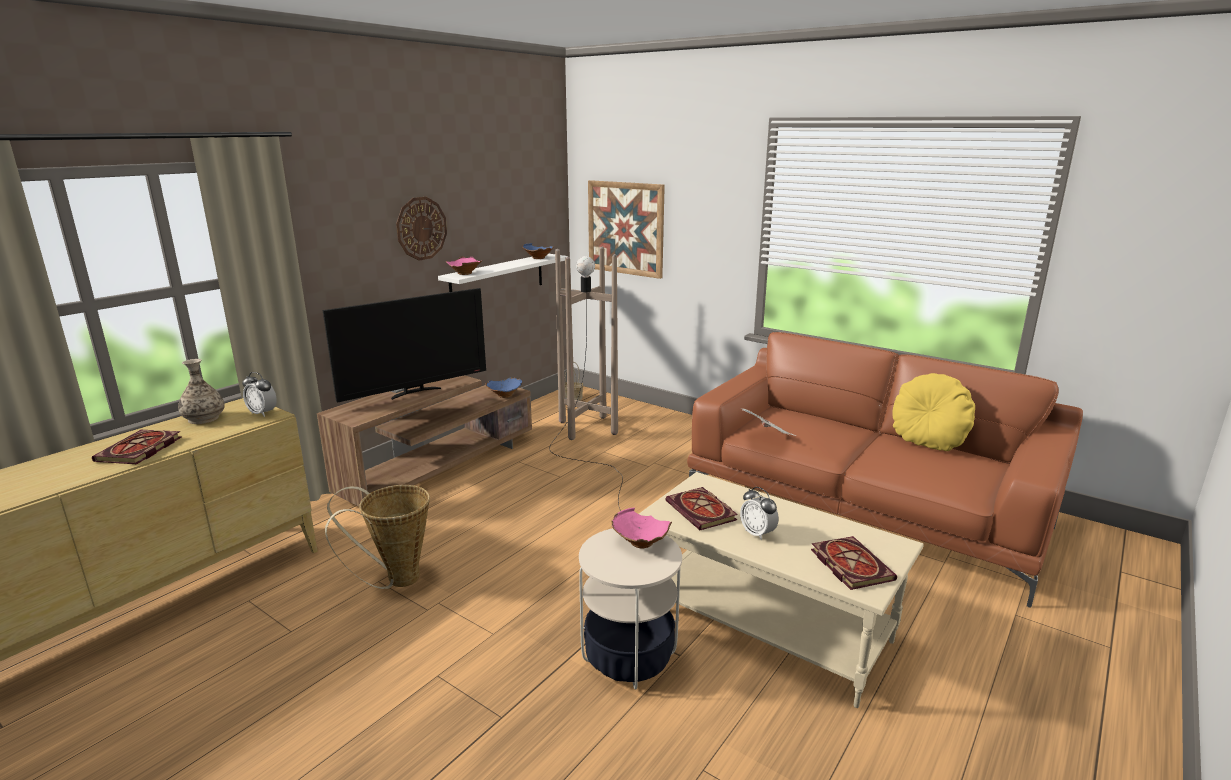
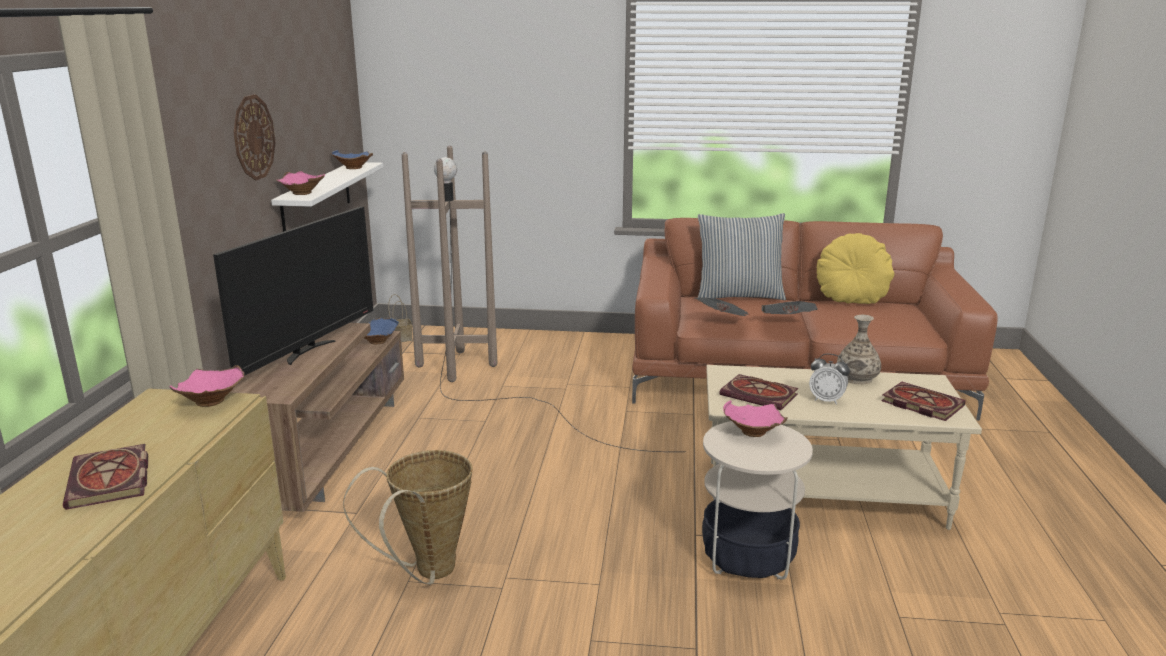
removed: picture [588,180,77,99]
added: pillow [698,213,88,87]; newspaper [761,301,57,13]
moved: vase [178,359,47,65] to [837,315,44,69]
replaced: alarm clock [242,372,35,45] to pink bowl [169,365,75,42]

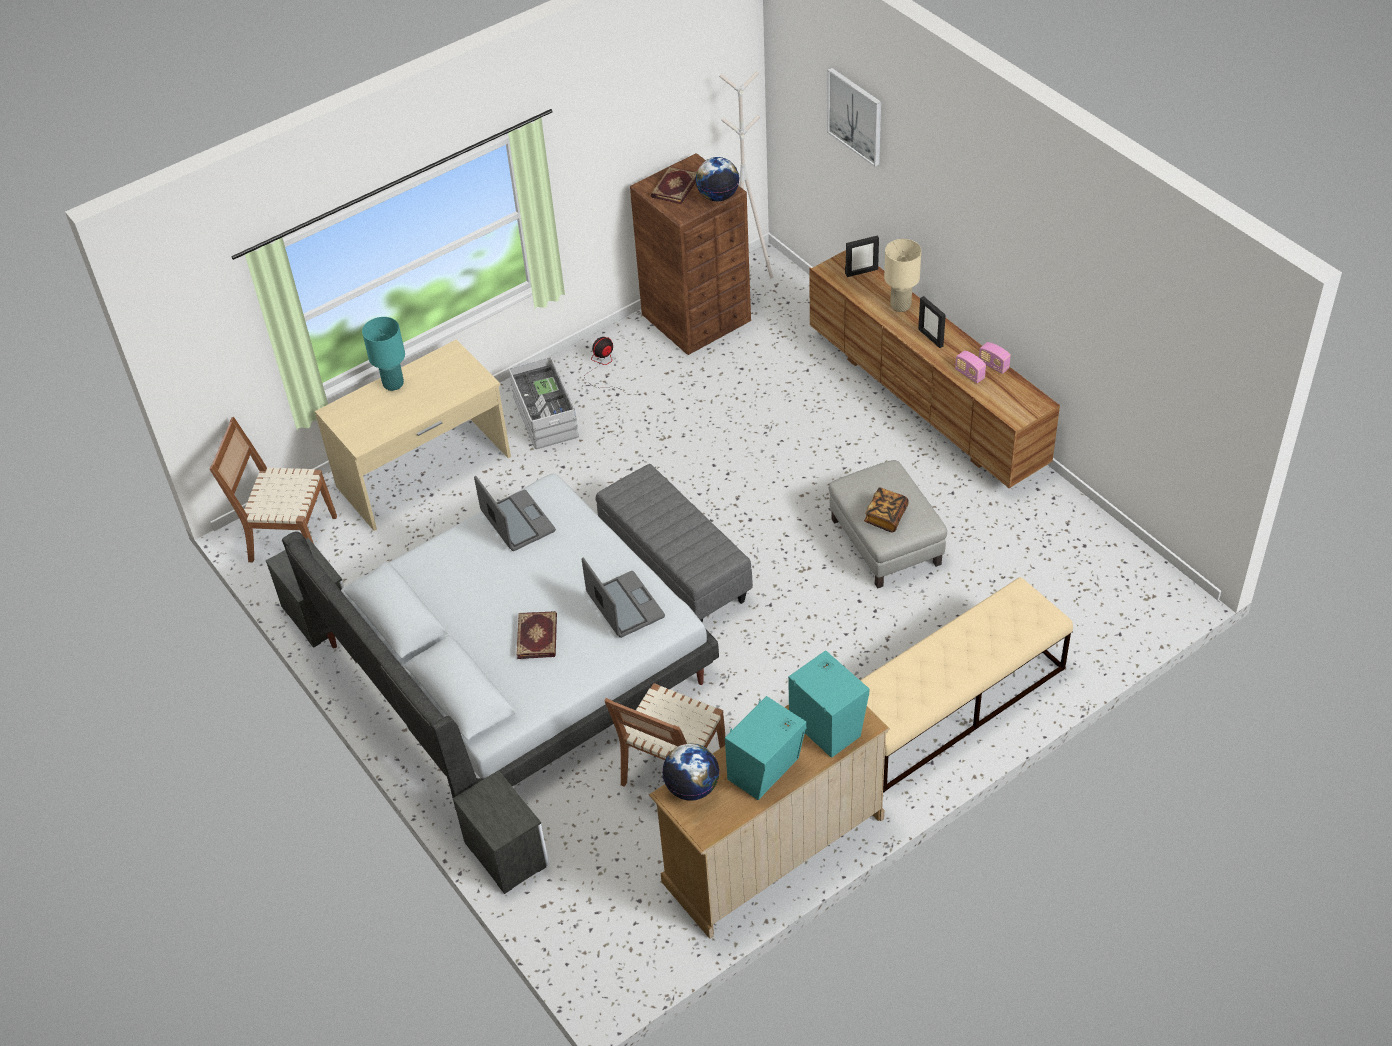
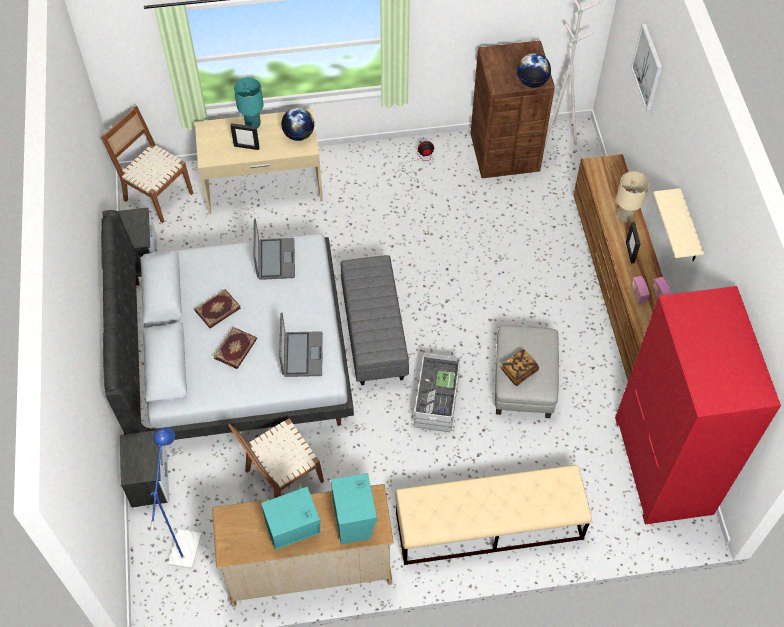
added: blue floor lamp [150,427,52,142]; red wardrobe [615,286,166,238]; beige shelf [653,188,51,73]
moved: grey storage box [509,357,70,92] to [414,353,46,79]; book [651,167,46,37] to [194,289,47,39]; globe [662,743,57,58] to [281,107,33,34]; picture frame [845,235,34,42] to [230,123,30,27]

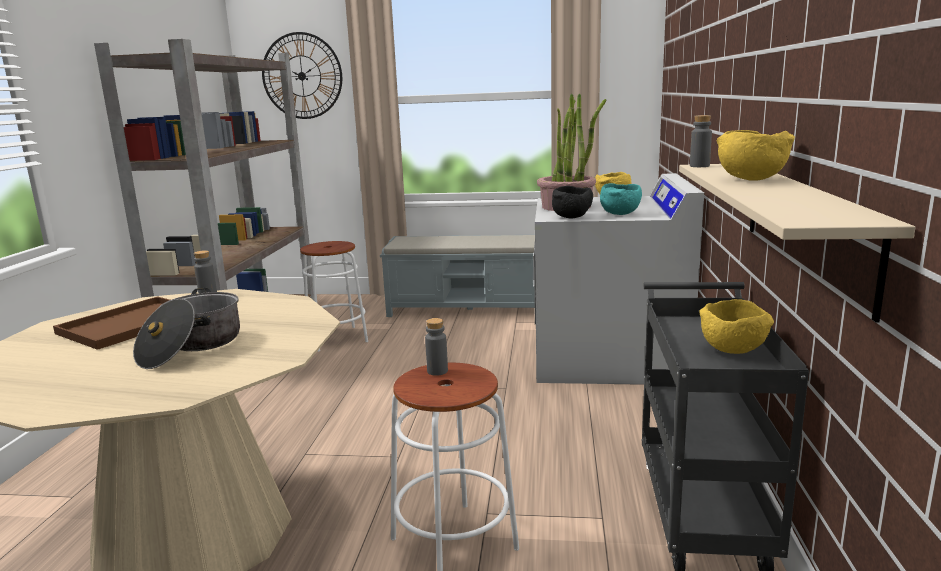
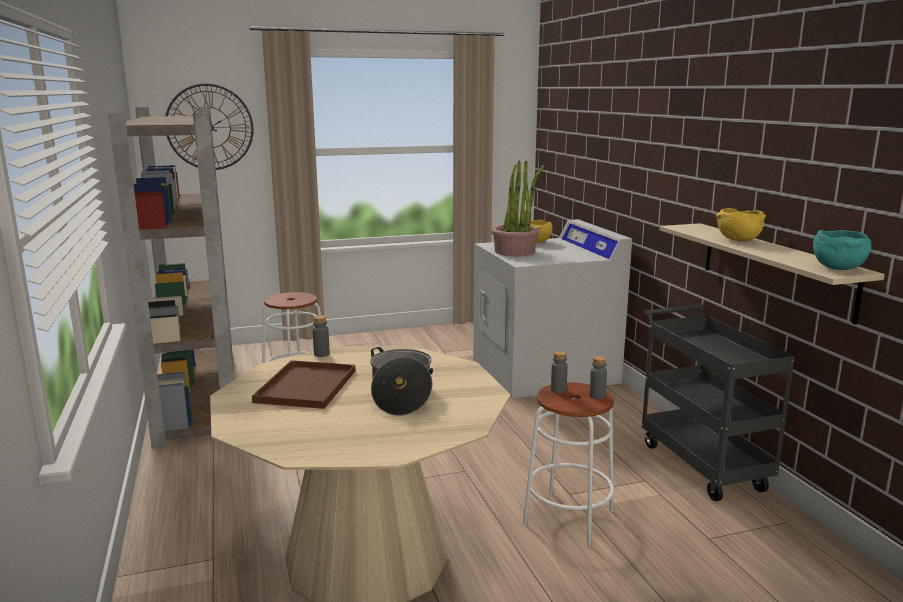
removed: grey bench [380,235,155,82]; black bowl [552,186,41,32]; yellow bowl [699,299,75,55]
moved: turquoise bowl [600,183,42,32] to [813,230,58,40]; grey bottle [690,115,22,52] to [589,356,18,43]

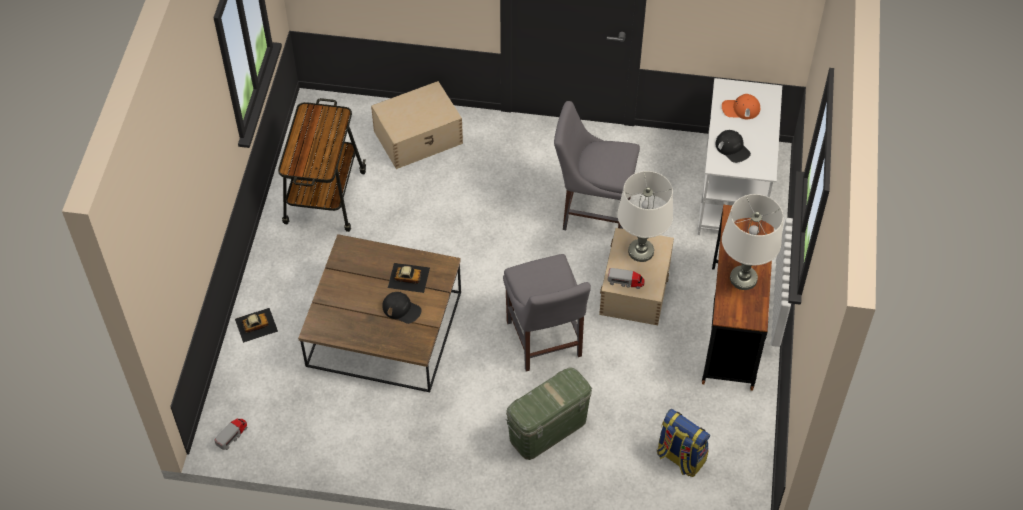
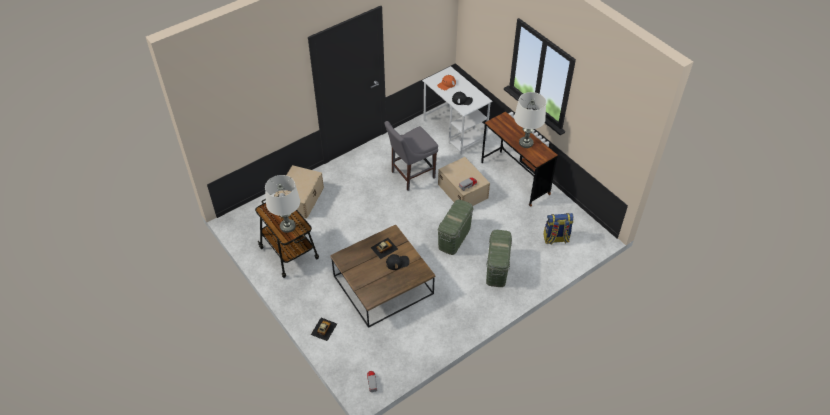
moved: white table lamp [617,171,56,91] to [265,175,35,58]
replaced: grey chair [503,254,88,117] to green storage box [438,199,36,56]

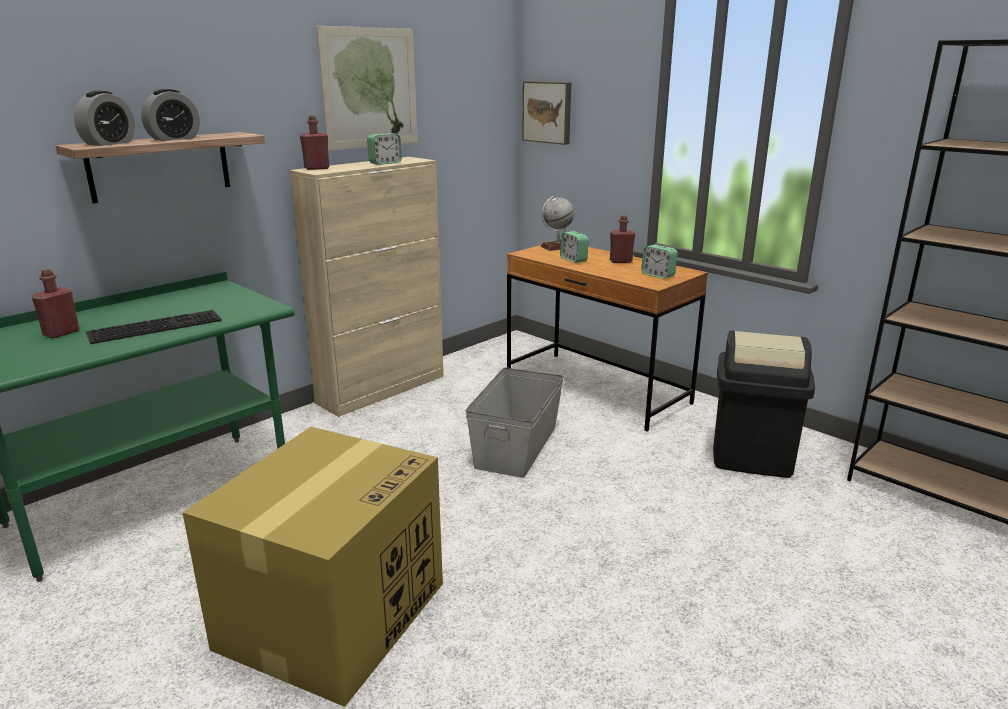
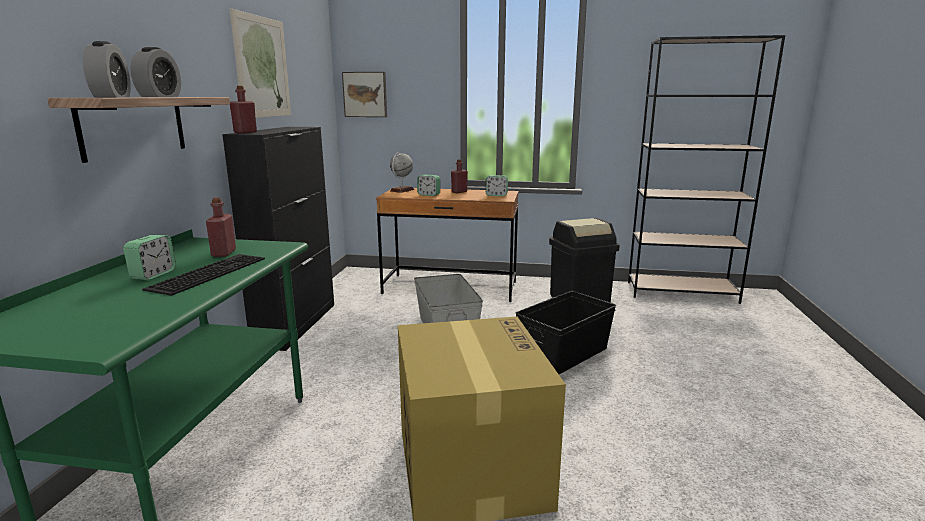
added: black storage box [515,291,101,83]
moved: red bottle [32,269,47,69] to [206,197,30,60]; alarm clock [367,133,35,32] to [123,235,53,45]
recoloured: beige cabinet [289,157,155,260] to black cabinet [222,127,112,224]

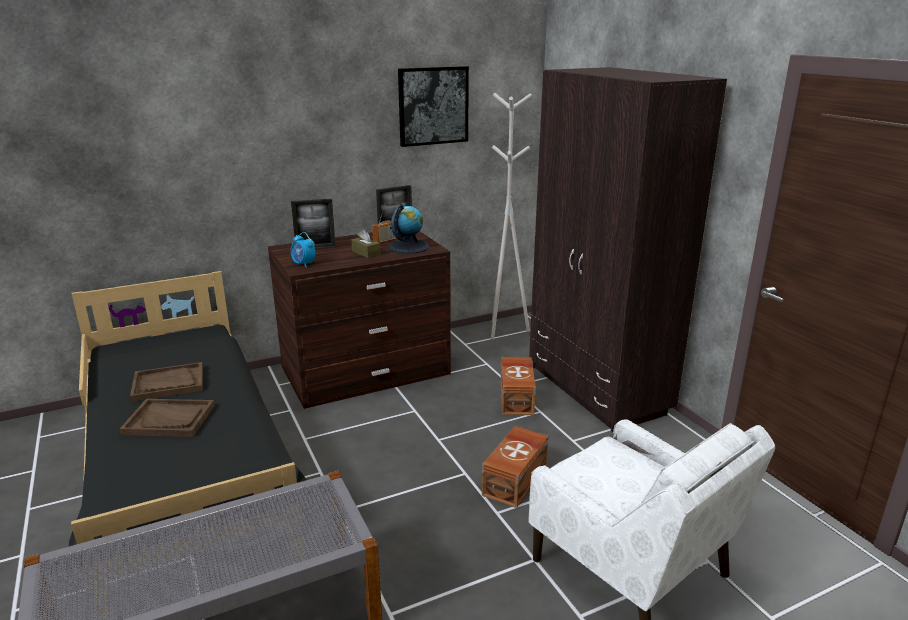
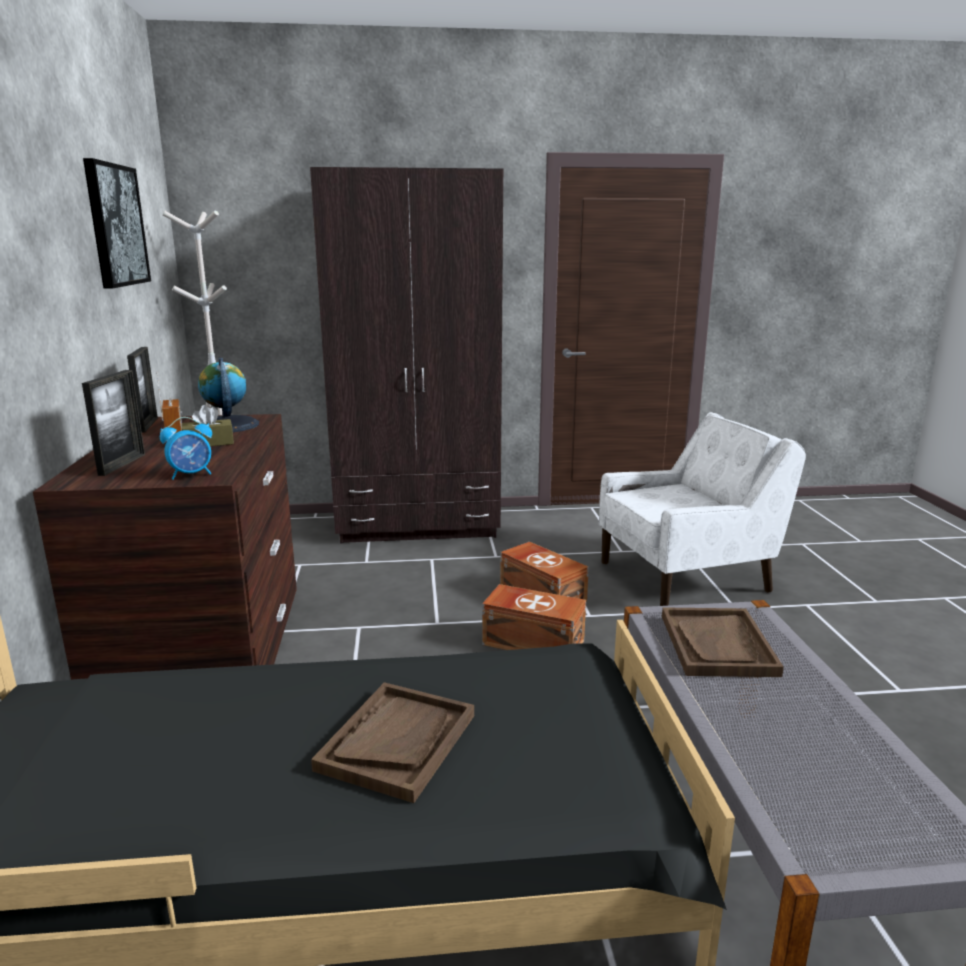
moved: brown tray [130,362,73,40] to [662,607,122,70]; brown storage box [501,357,35,58] to [482,584,104,66]

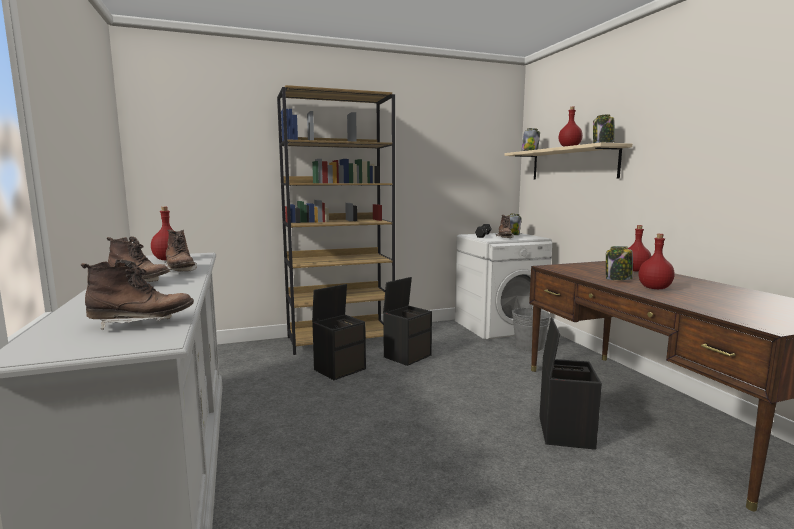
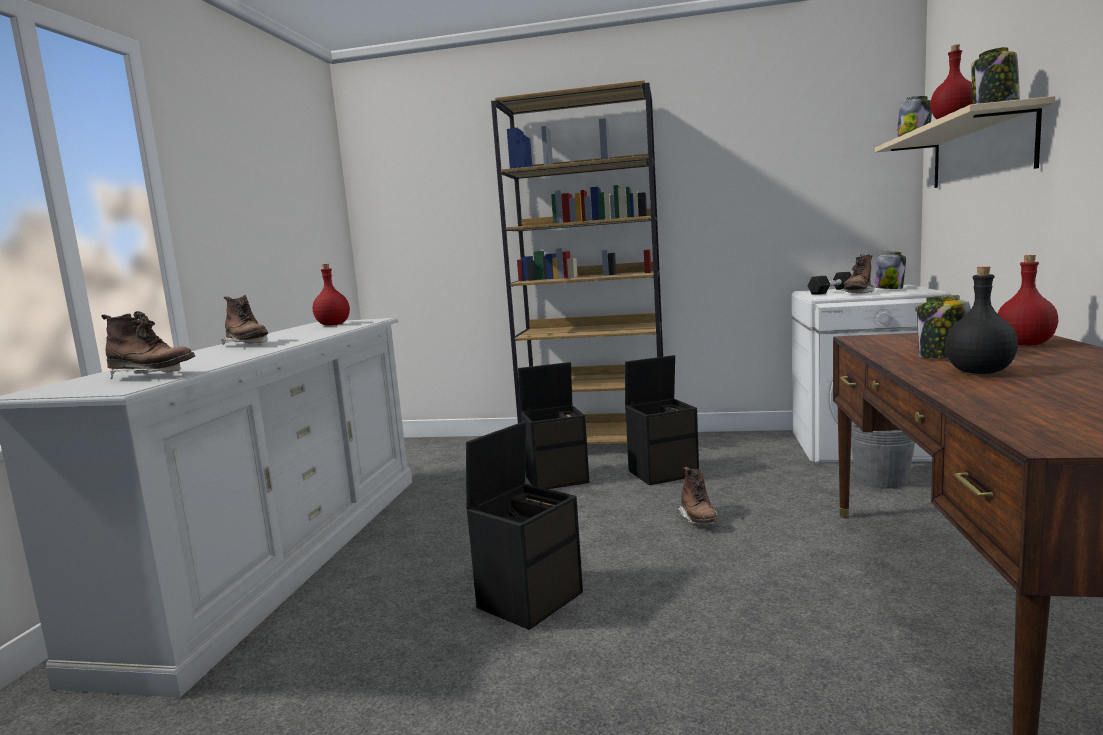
moved: brown boot [163,229,34,43] to [677,467,41,58]; black storage box [539,318,63,132] to [466,421,117,209]
recoloured: red bottle [639,234,36,55] to black bottle [945,266,73,108]

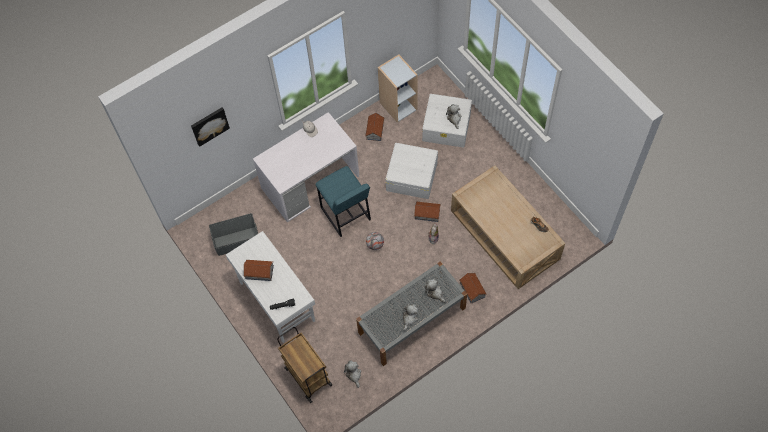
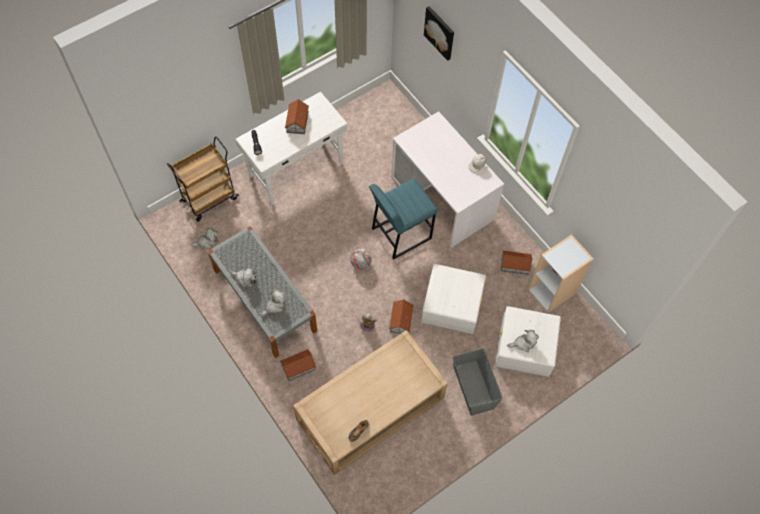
moved: grey storage box [209,213,49,43] to [453,348,50,68]

